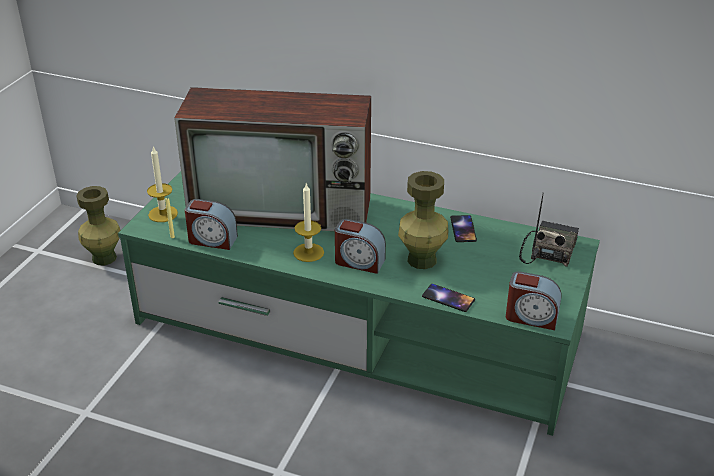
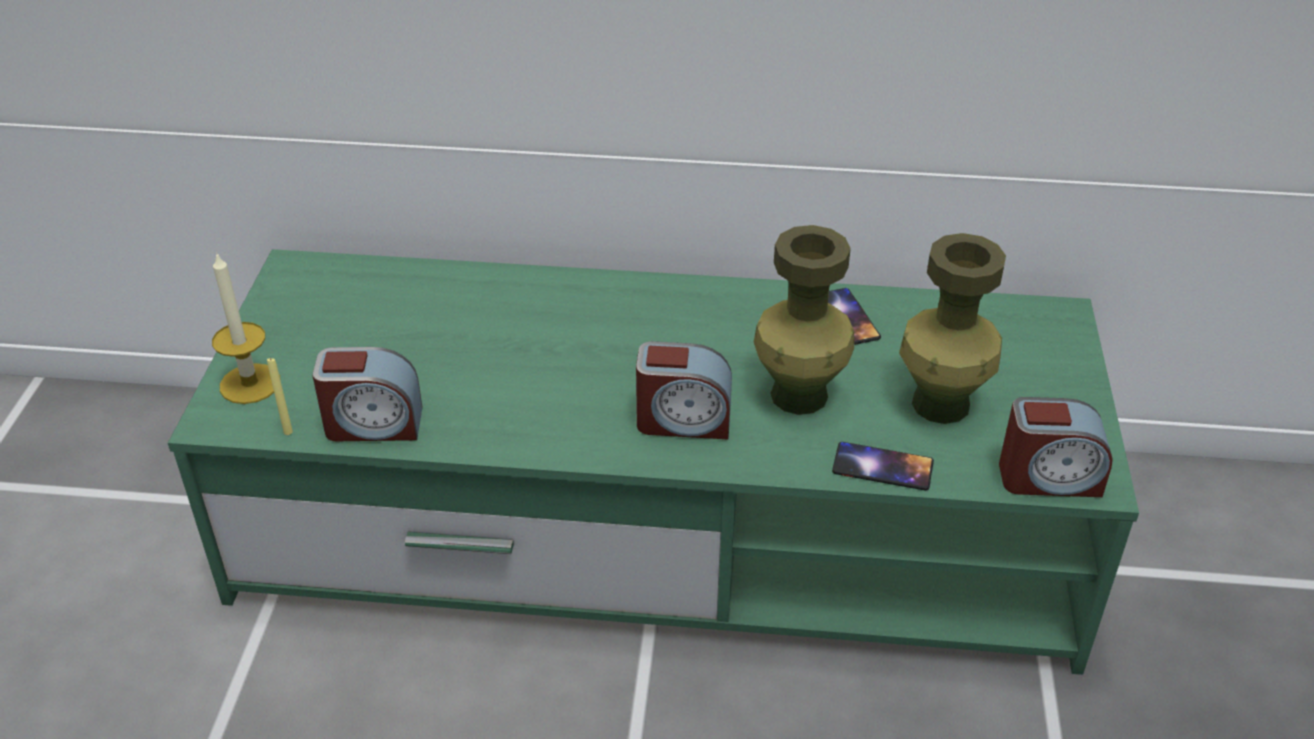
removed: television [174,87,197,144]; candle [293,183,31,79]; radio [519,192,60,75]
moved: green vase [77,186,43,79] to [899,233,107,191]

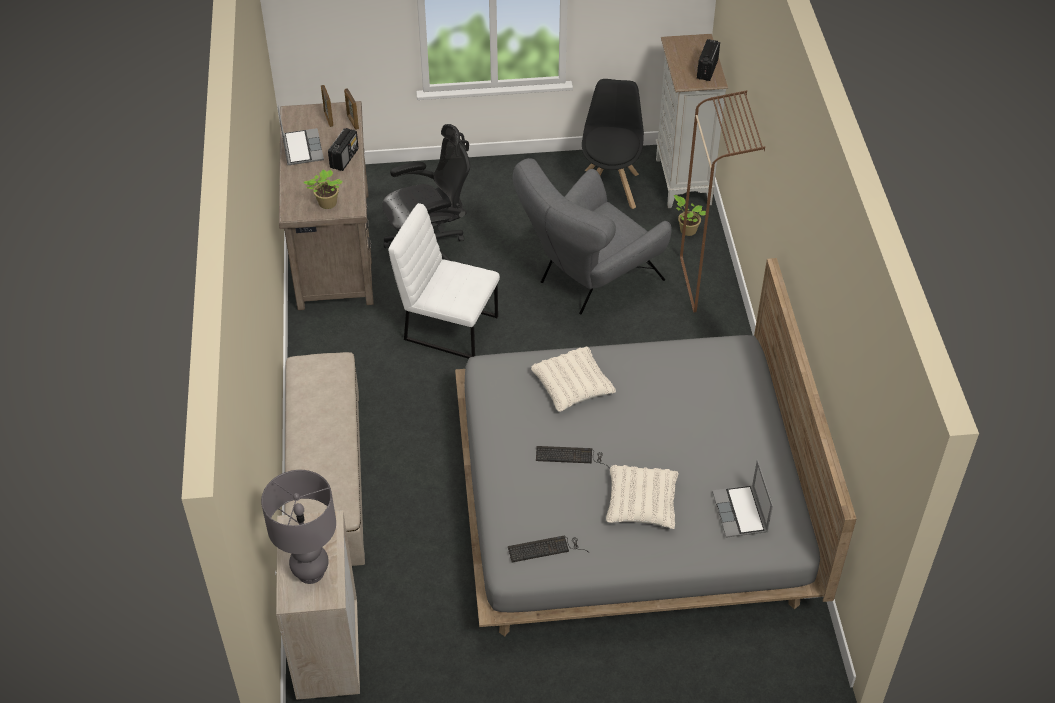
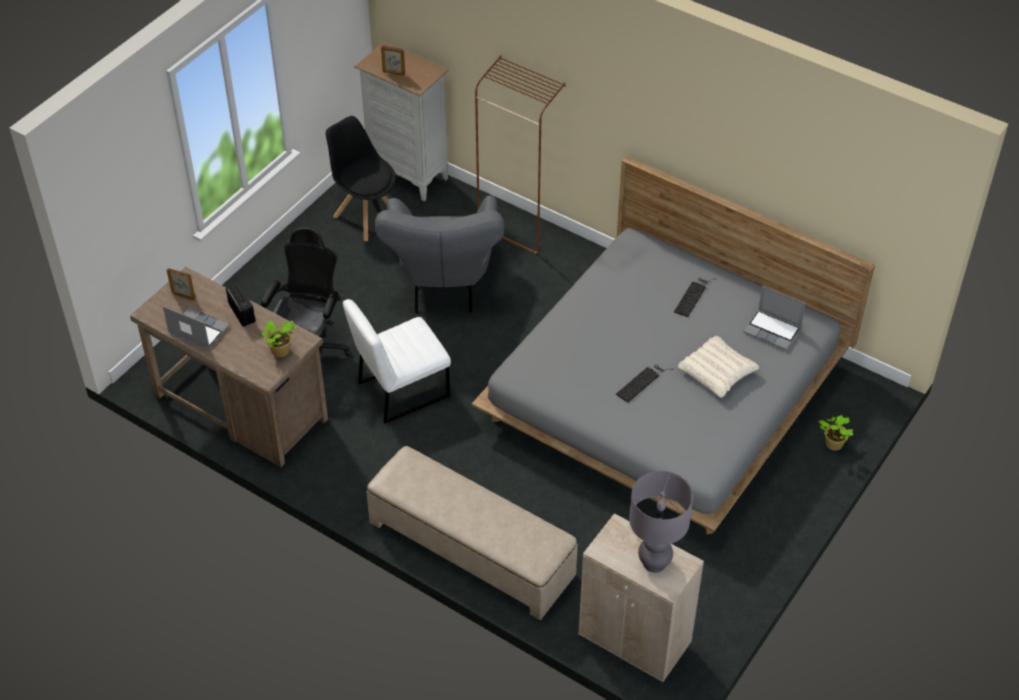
removed: beige pillow [531,347,85,65]; radio [697,39,23,42]
moved: picture frame [344,88,15,42] to [381,45,24,31]; keyboard [508,535,81,27] to [674,278,41,39]; potted plant [674,195,32,41] to [819,415,35,36]

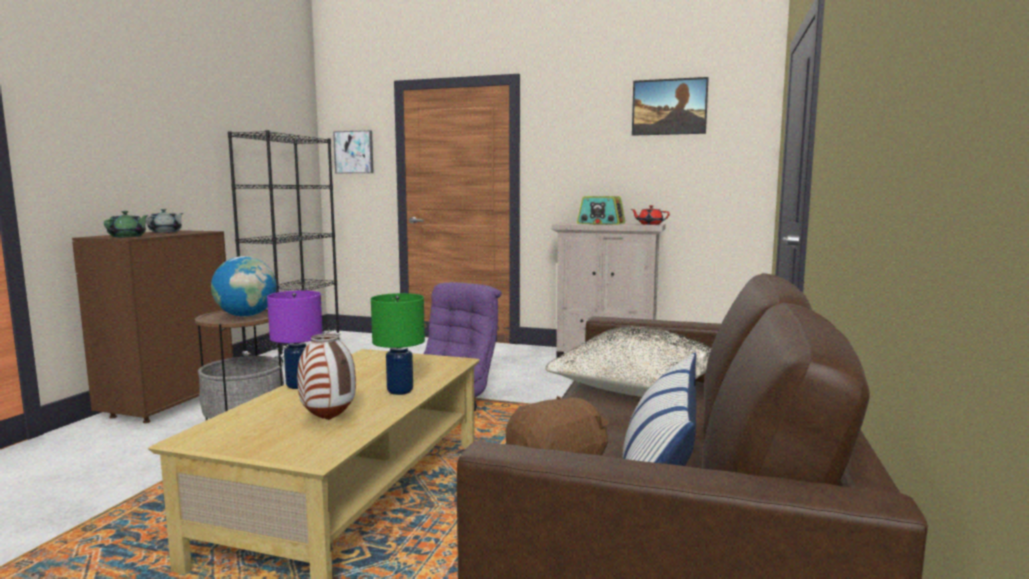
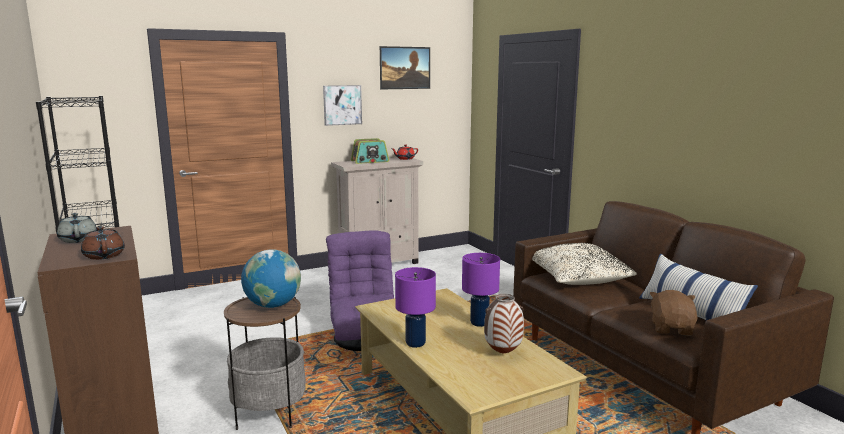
moved: picture [333,130,41,44] to [323,85,39,41]
recoloured: green teapot [104,211,44,26] to brown teapot [81,226,44,34]; green table lamp [371,293,54,102] to purple table lamp [462,253,38,74]

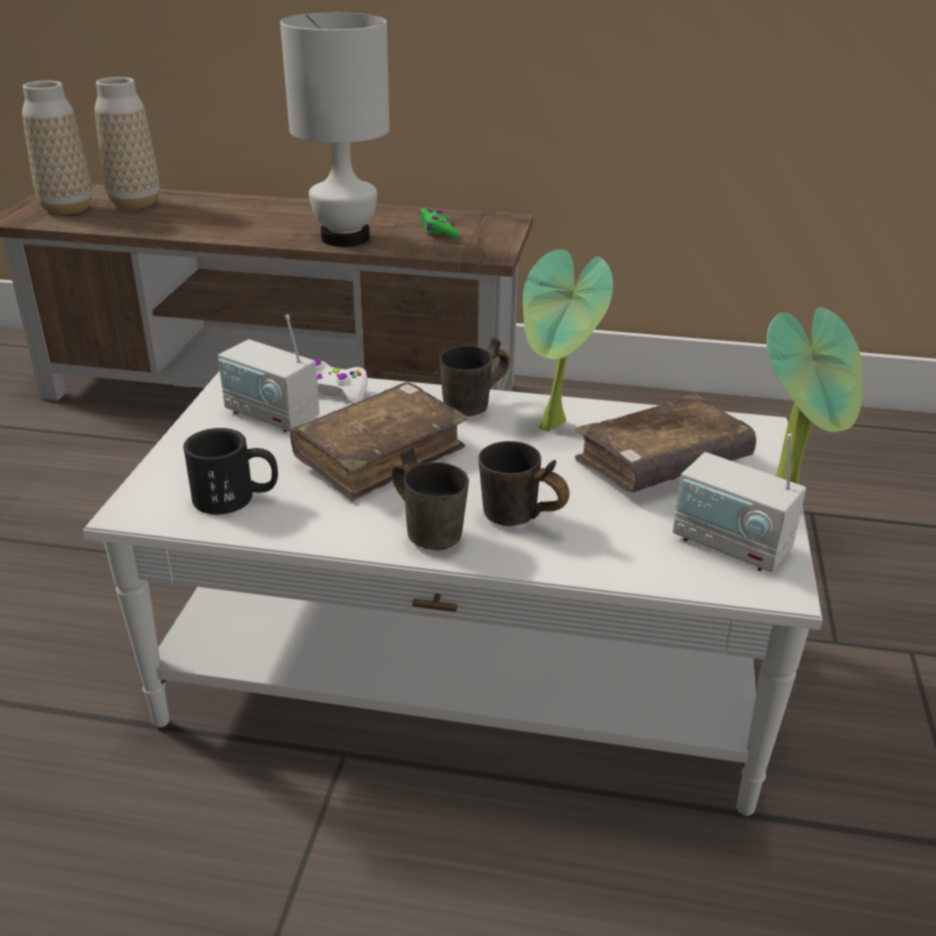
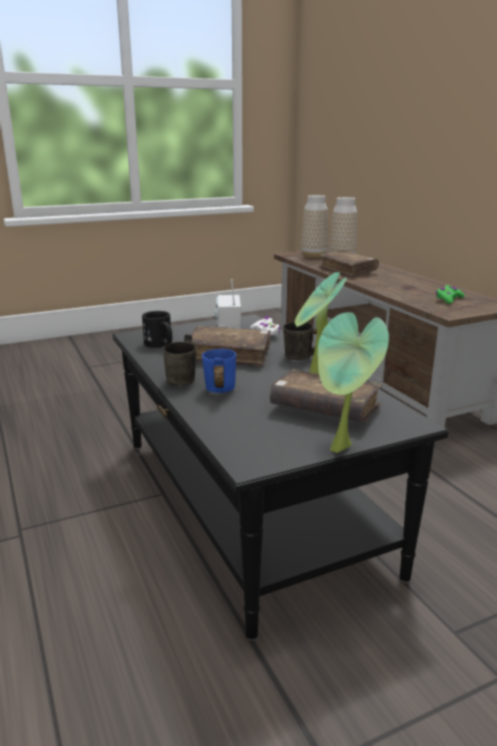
removed: white table lamp [280,13,110,234]; radio [673,434,133,138]
added: brown book [319,251,60,27]
recoloured: white coffee table [83,371,739,445] to black coffee table [112,314,337,326]; grey mug [479,441,90,85] to blue mug [202,349,34,44]

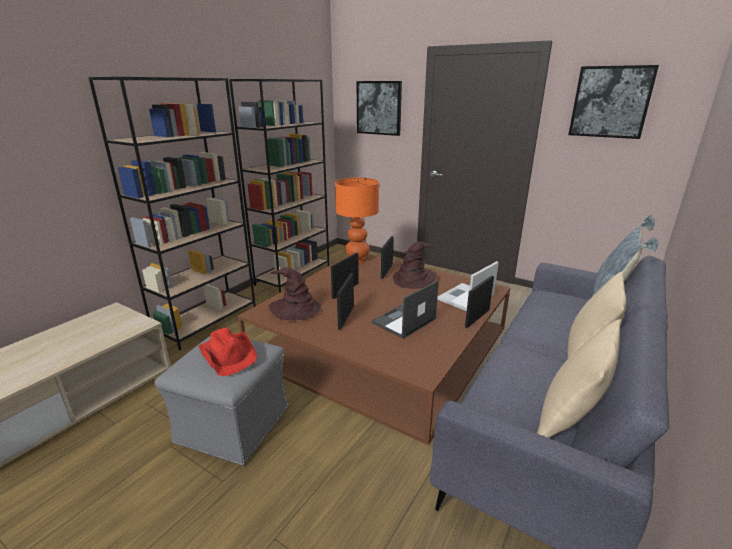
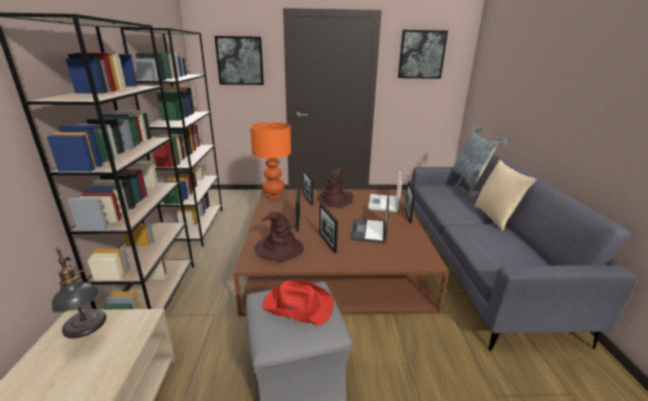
removed: beige pillow [537,319,84,119]
added: grey table lamp [52,247,54,91]

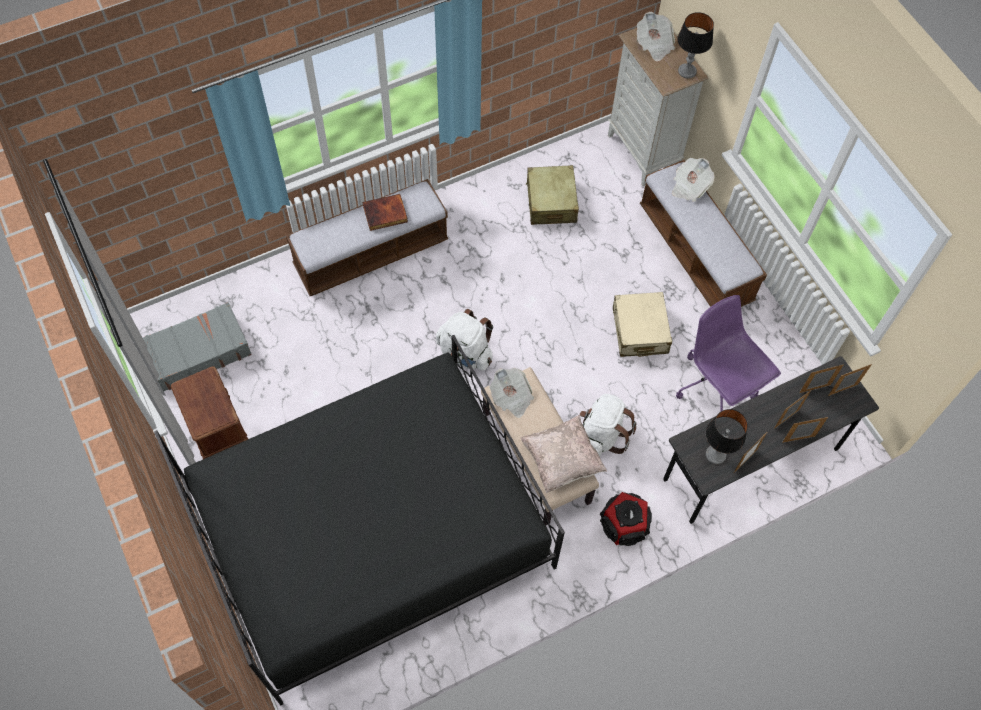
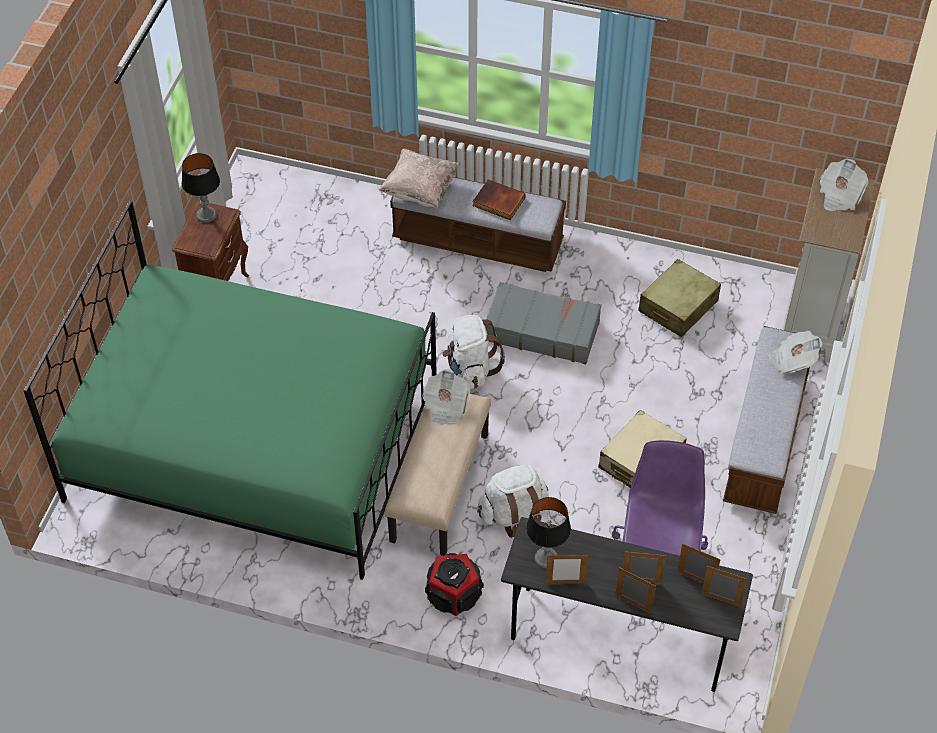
moved: grey suitcase [143,302,109,89] to [485,282,116,82]; beige pillow [521,415,86,78] to [379,149,82,60]; table lamp [677,12,37,67] to [182,153,38,70]
recoloured: black bed [154,335,411,370] to green bed [23,200,414,380]

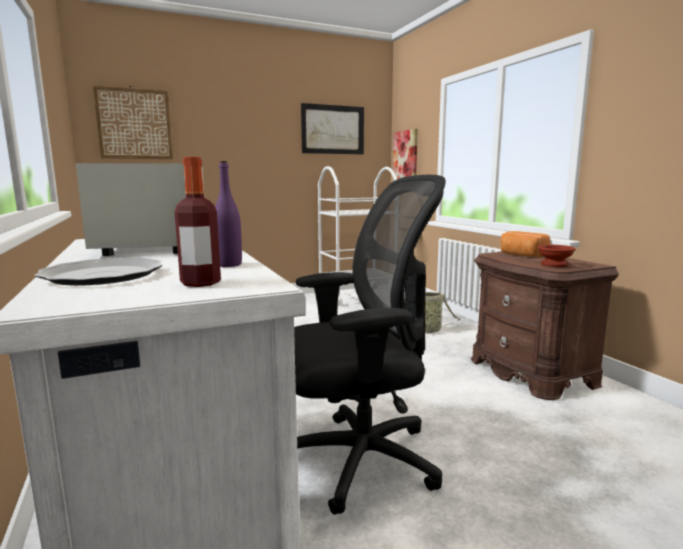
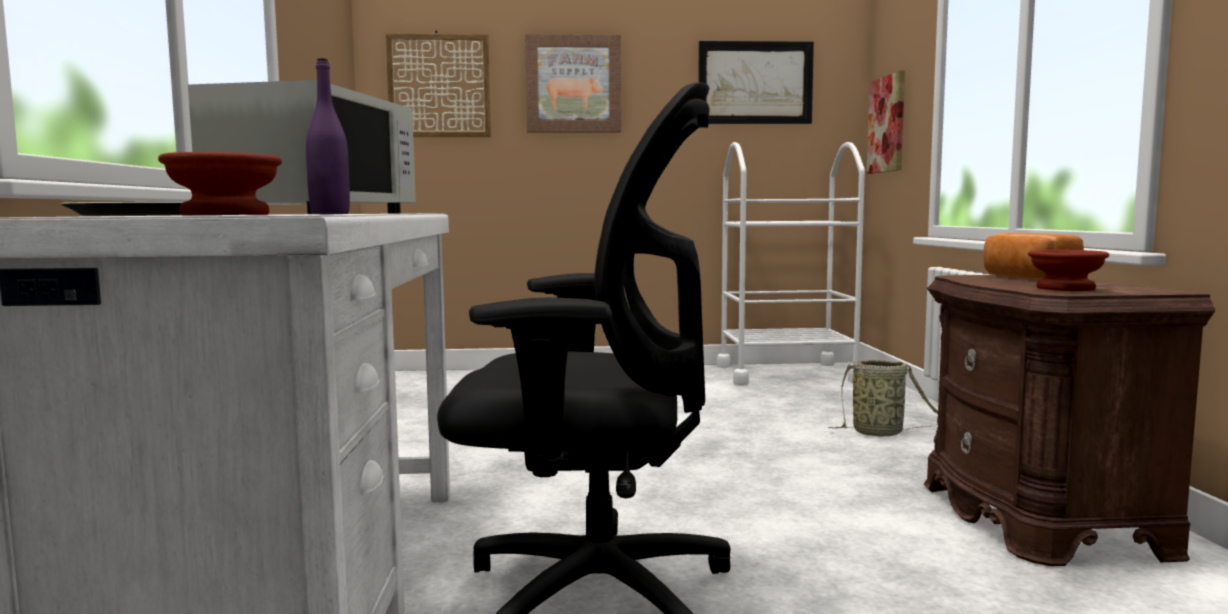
added: picture [525,34,96,99]
replaced: bottle [175,157,46,130] to brown bowl [158,152,124,63]

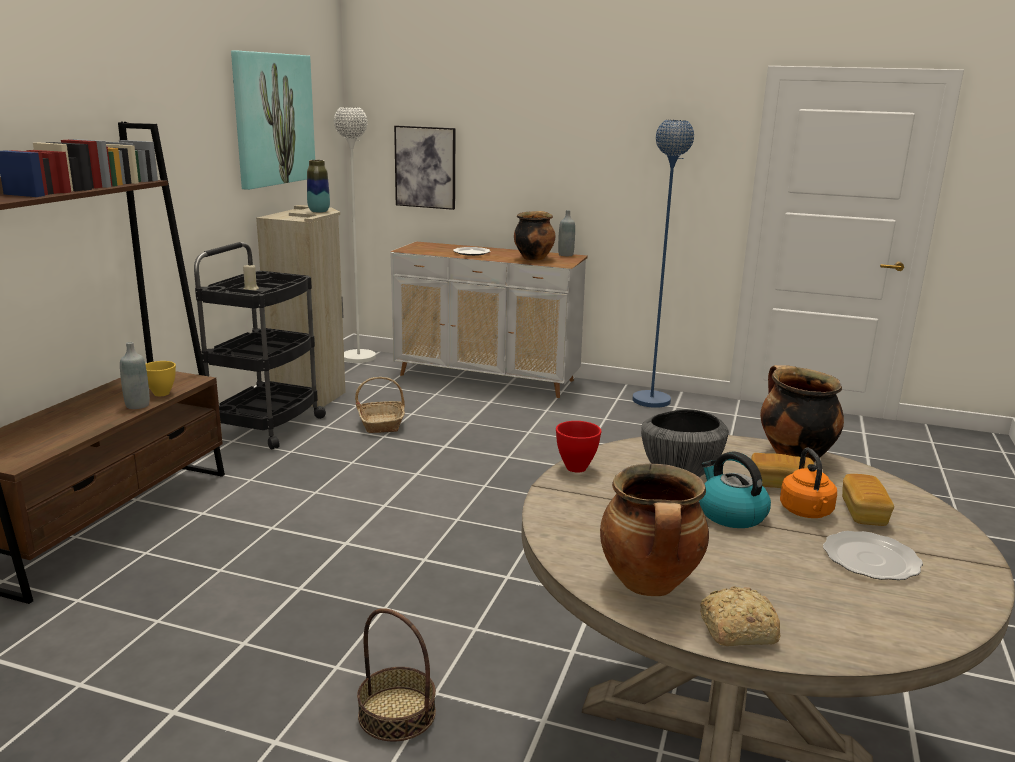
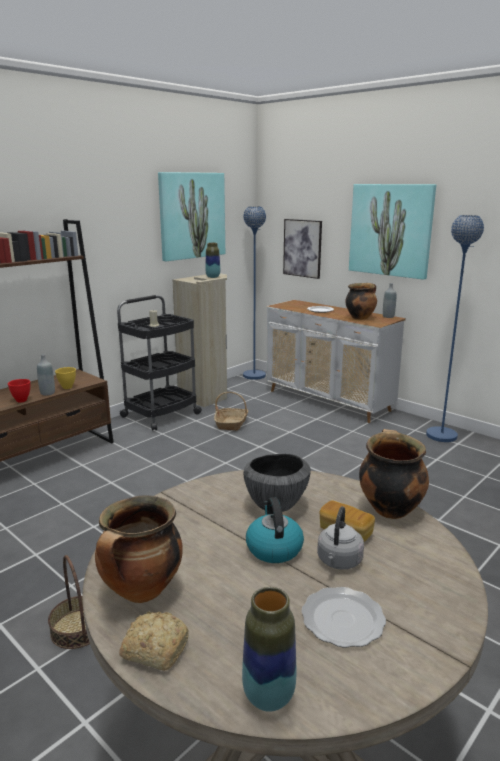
removed: bread [842,474,52,52]
added: vase [242,587,54,125]; picture [349,184,87,96]
moved: red bowl [556,421,45,52] to [8,379,22,24]
recoloured: white floor lamp [334,107,42,256] to blue floor lamp [243,206,23,174]; orange kettle [780,447,57,71] to grey kettle [317,506,47,64]

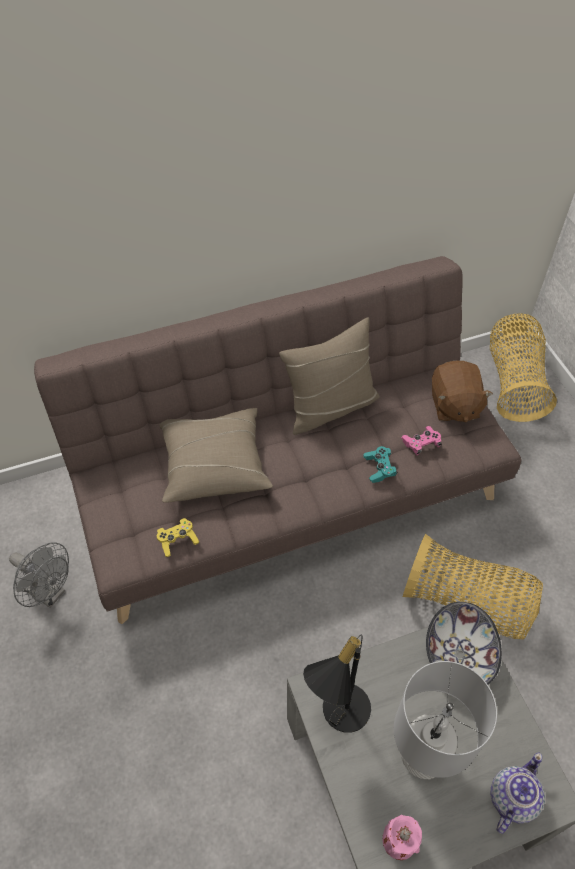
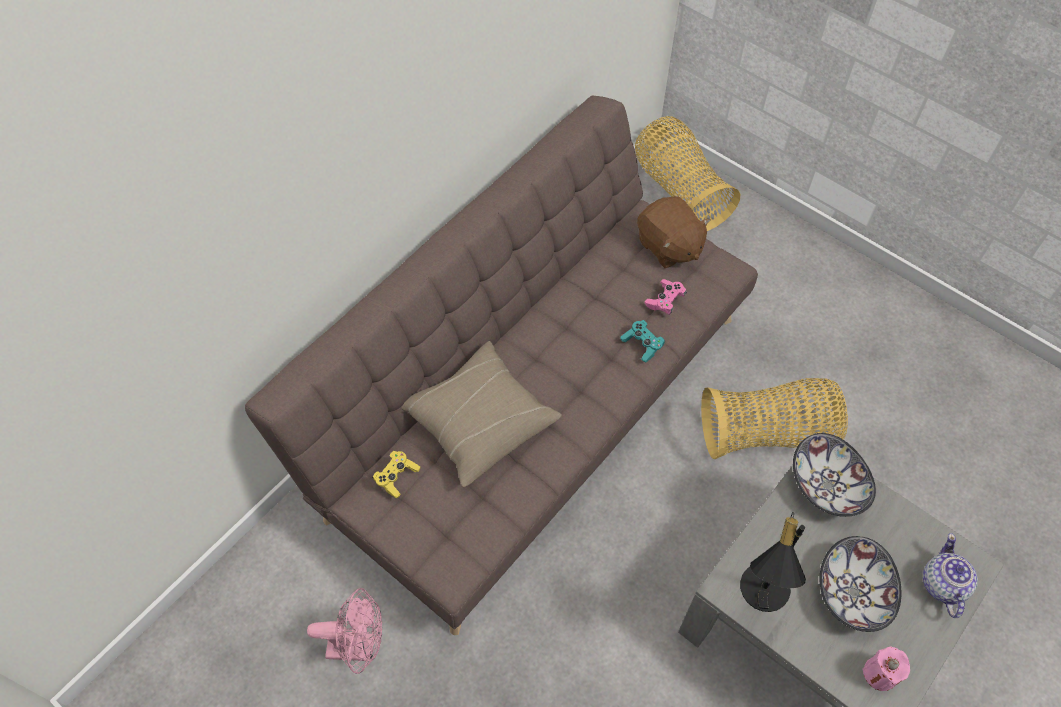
removed: beige pillow [279,318,101,117]
moved: yellow game controller [157,518,42,39] to [372,451,48,47]
replaced: grey table lamp [394,661,103,118] to bowl [820,536,81,96]
recoloured: grey fan [9,542,60,66] to pink fan [307,588,75,86]

